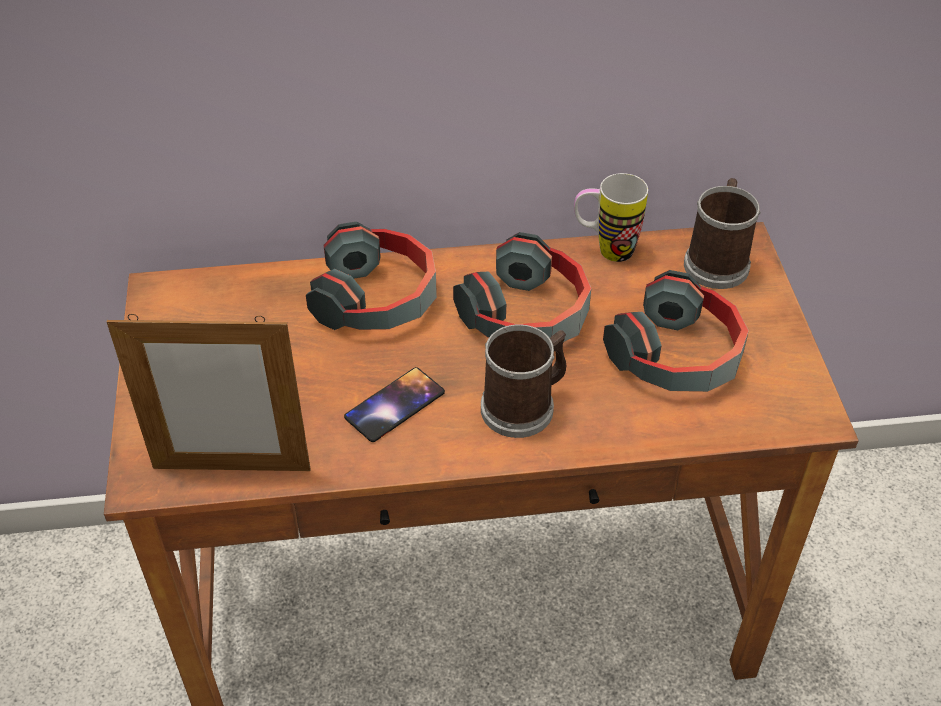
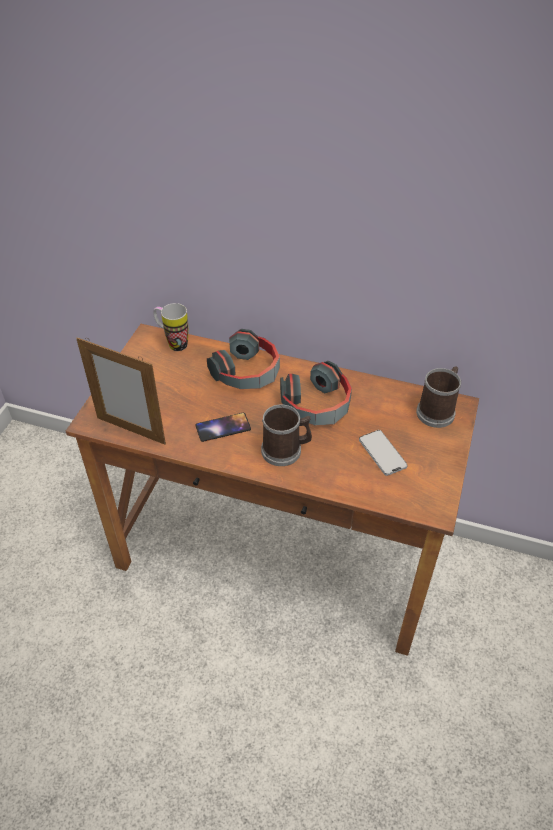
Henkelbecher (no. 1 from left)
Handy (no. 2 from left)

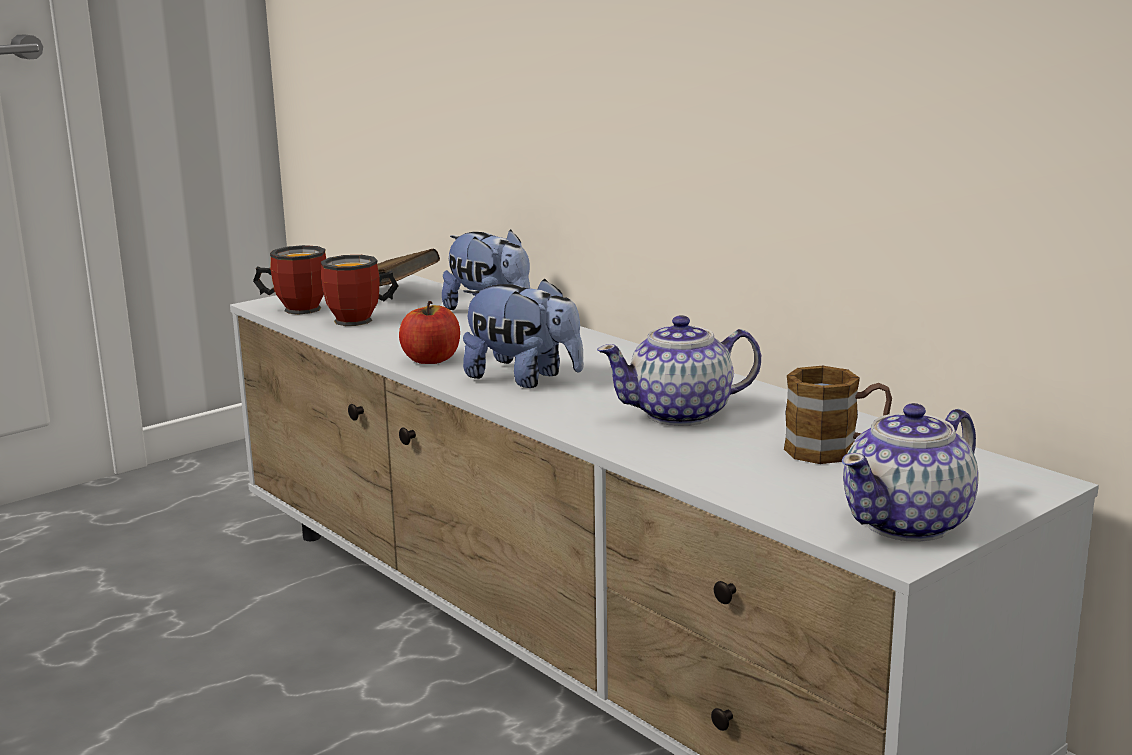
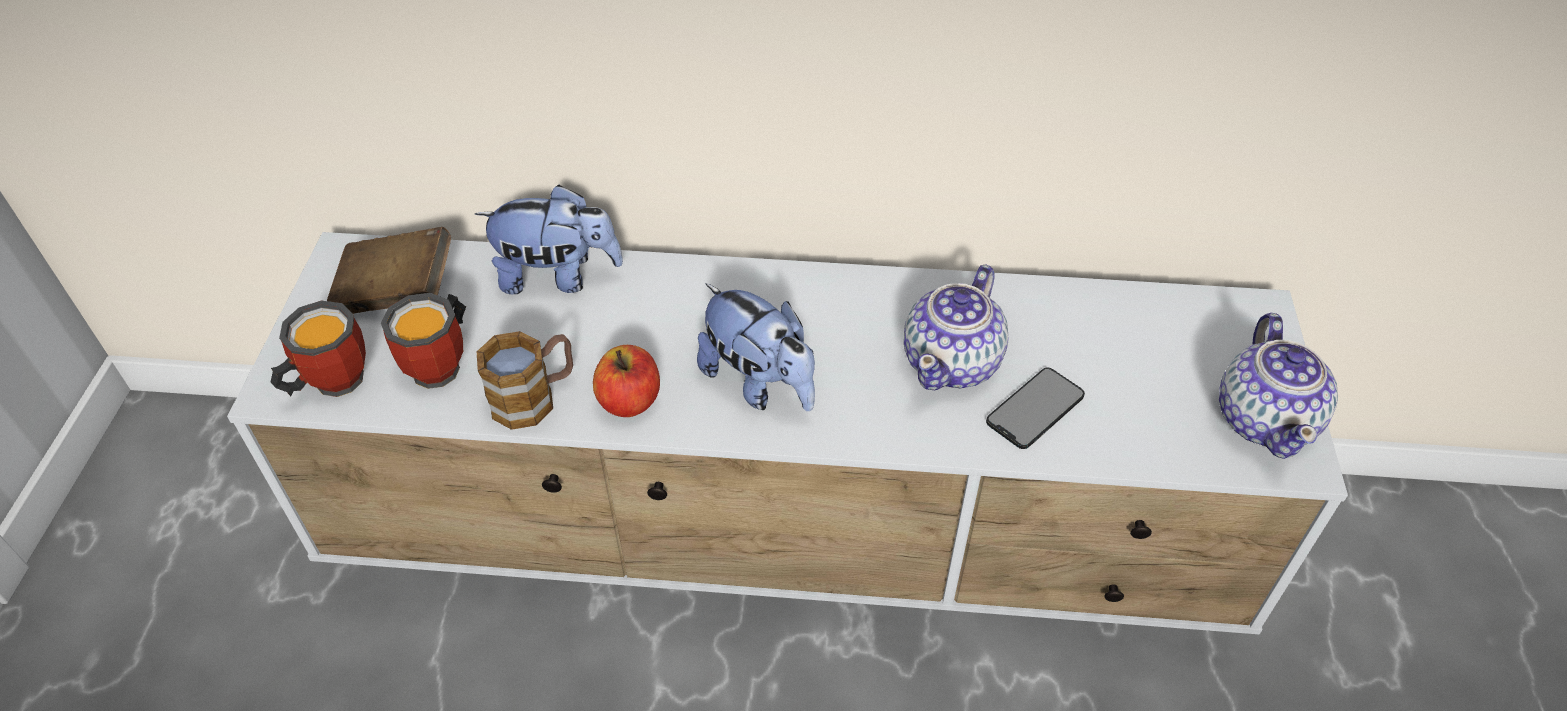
Handy
Henkelbecher (no. 3 from left)
Plüschtier (no. 2 from left)

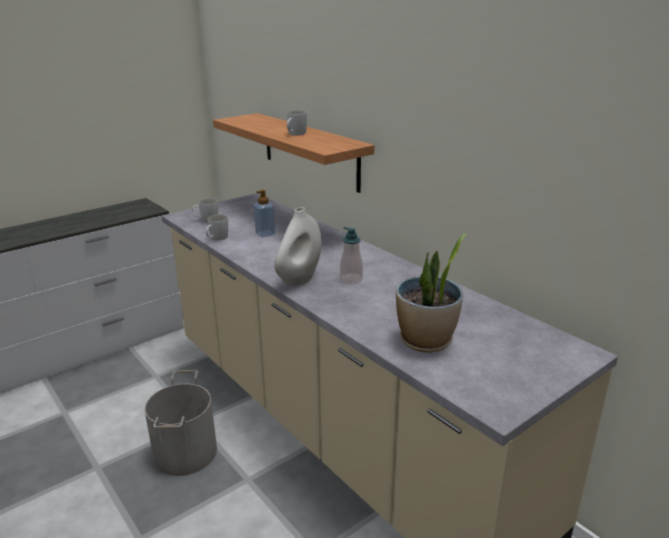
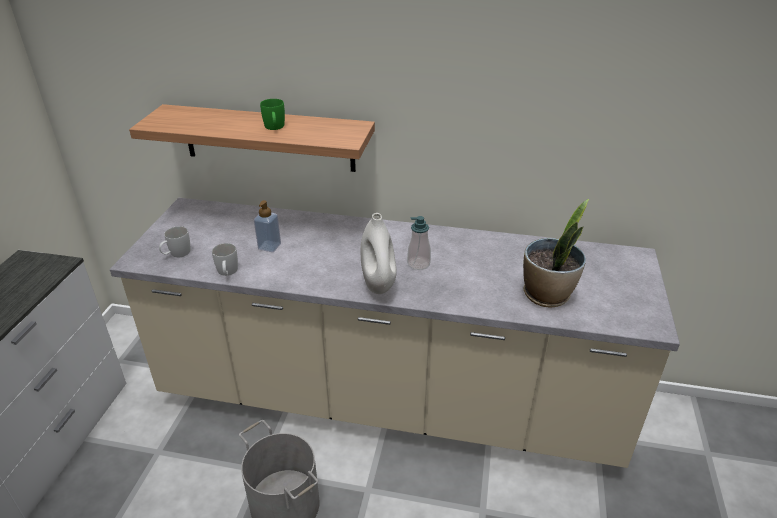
Henkelbecher (grün)

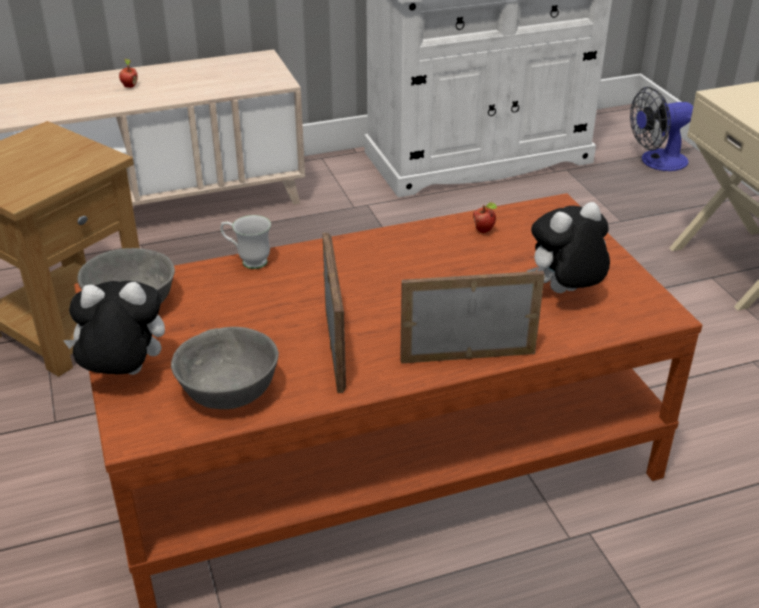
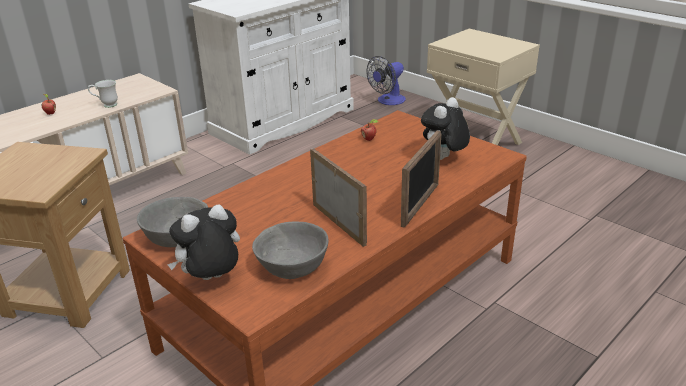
Henkelbecher (weiß)
Bilderrahmen (no. 2 from left)

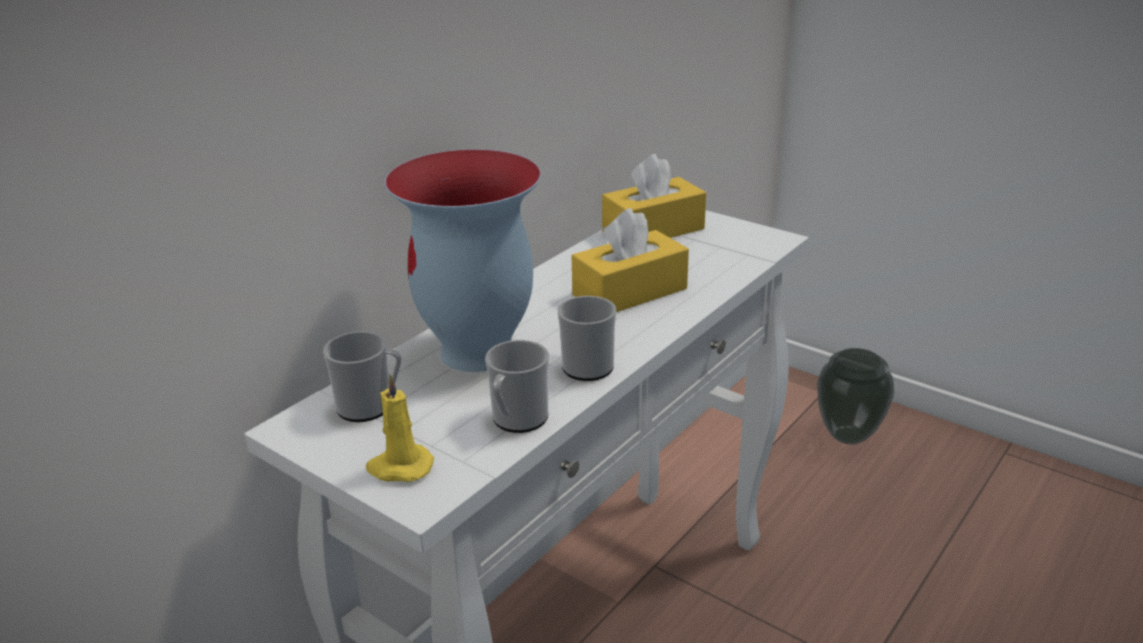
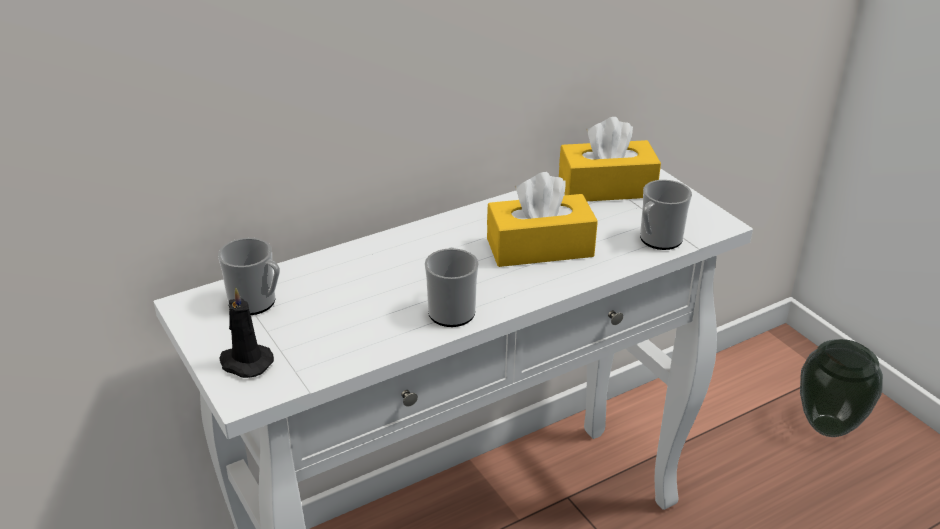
Vase (no. 1 from left in the first image)
Henkelbecher (no. 3 from left)
Kerze (schwarz)

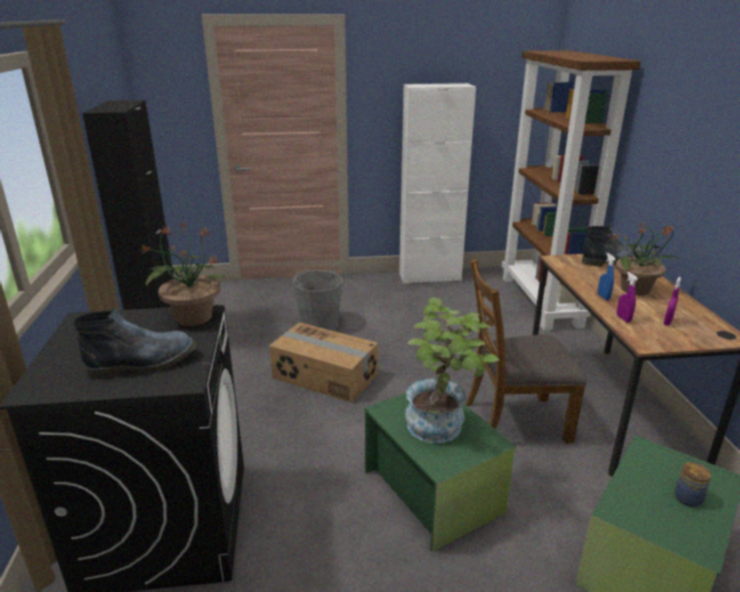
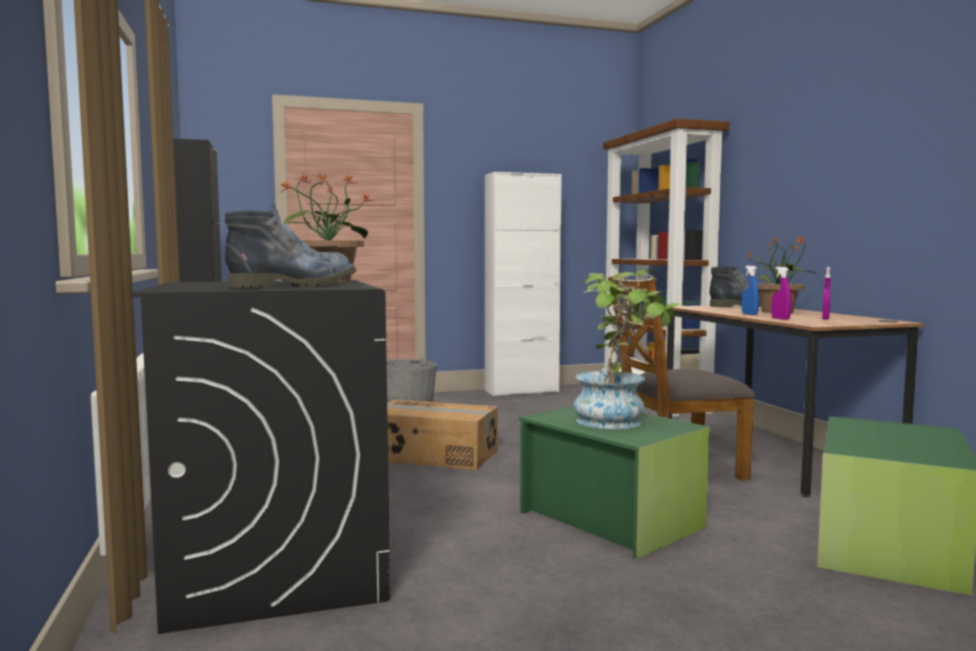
Vorratsglas

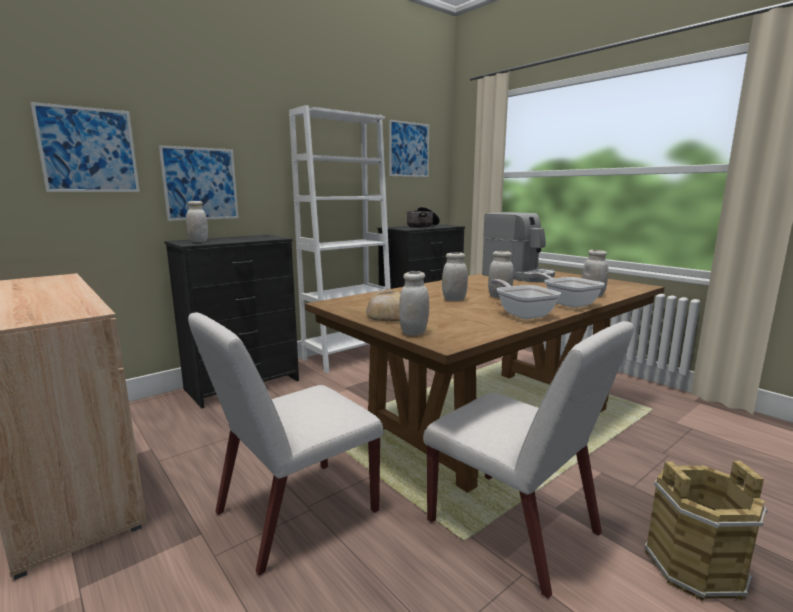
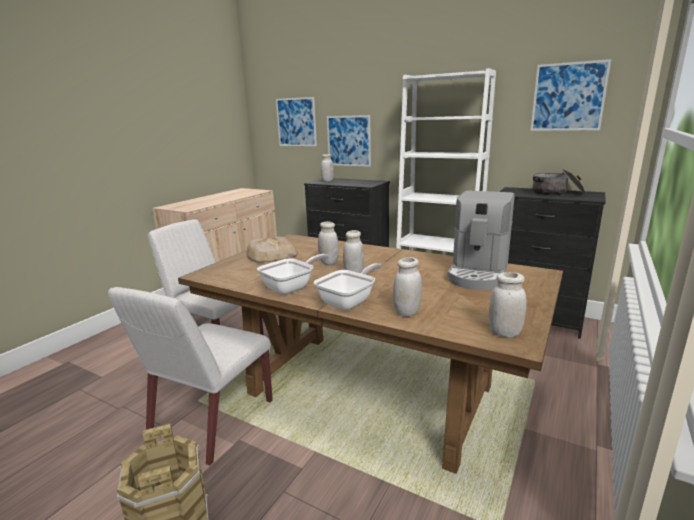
Vorratsglas (weiß) (no. 5 from left)

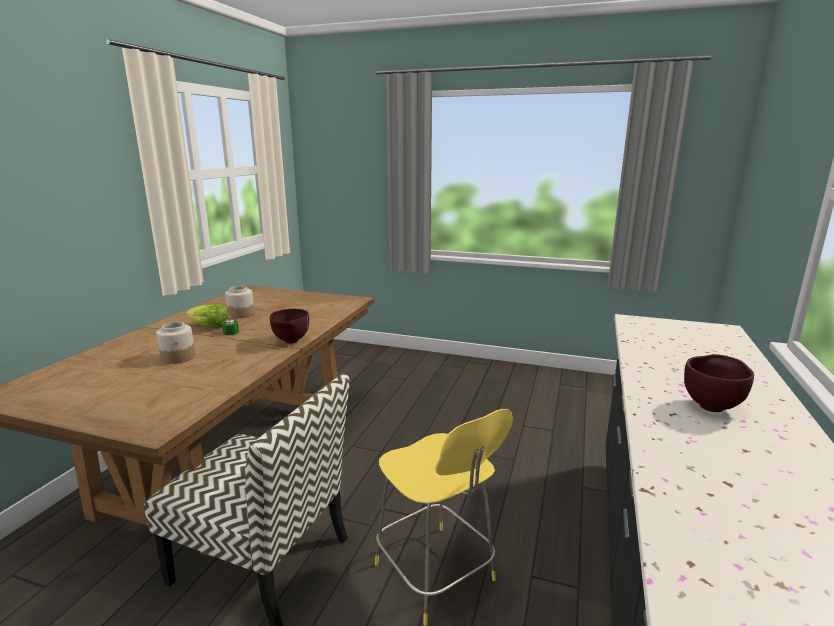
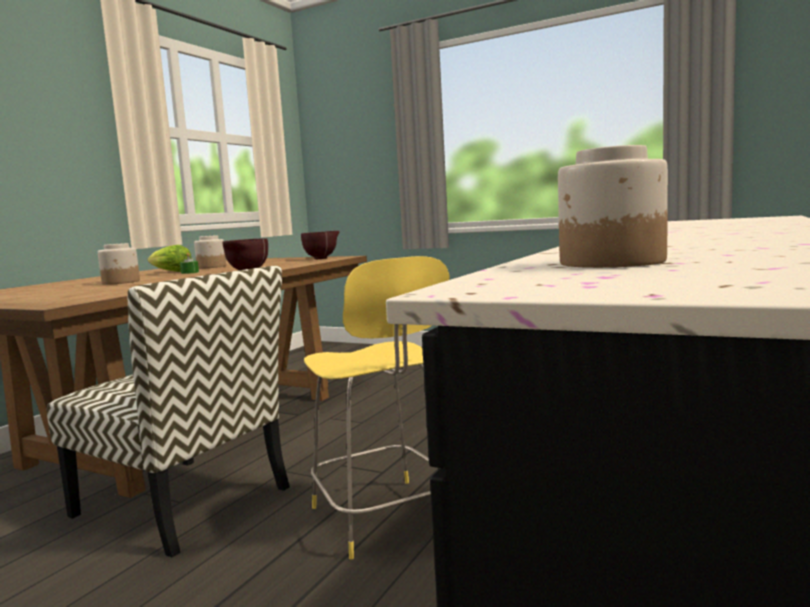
Vorratsglas (no. 3 from left)
Schüssel (braun) (no. 2 from left)

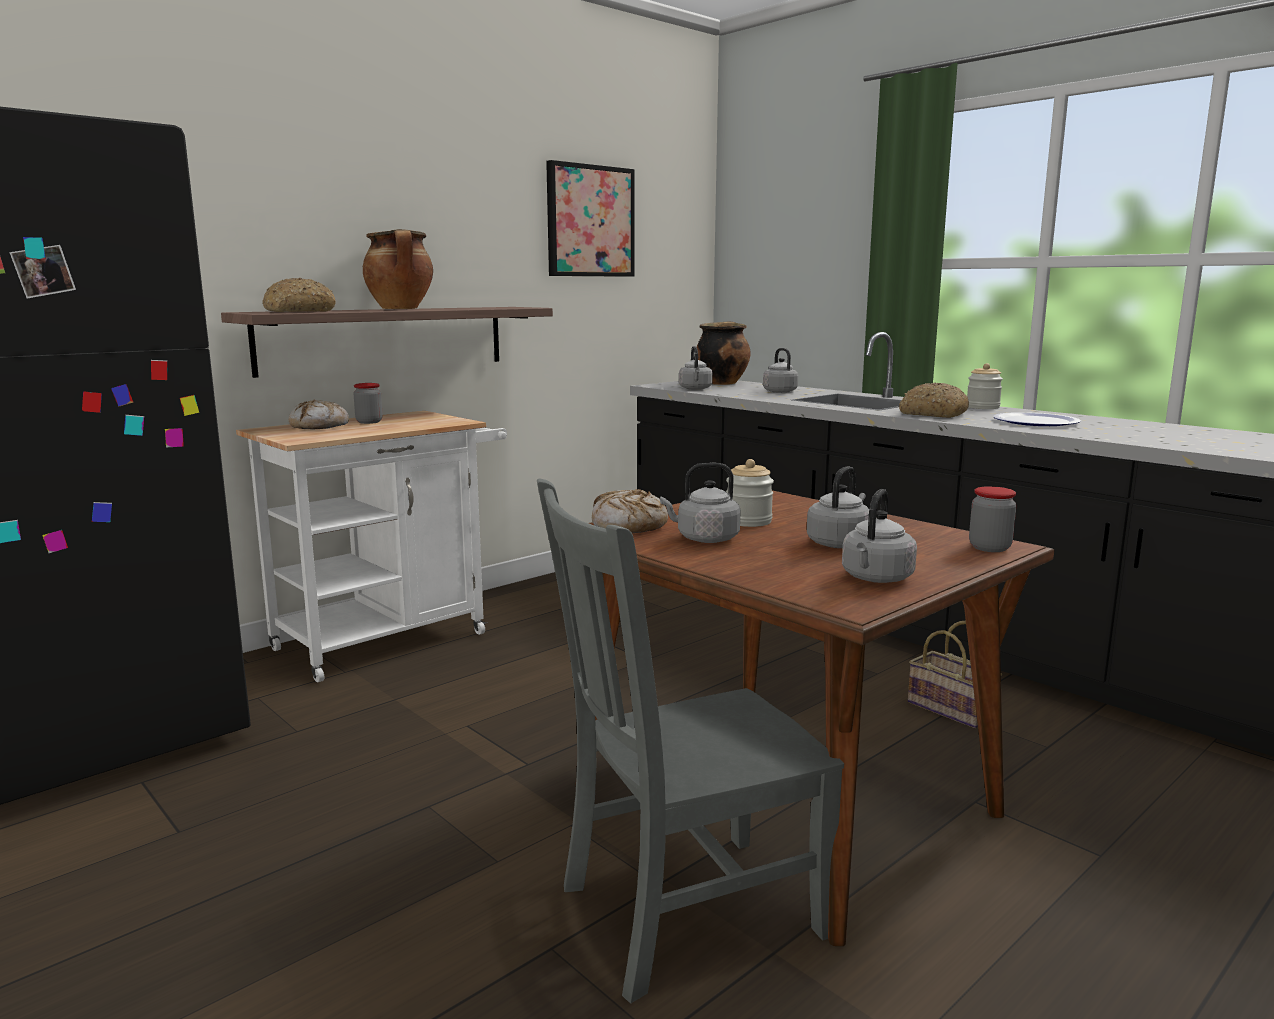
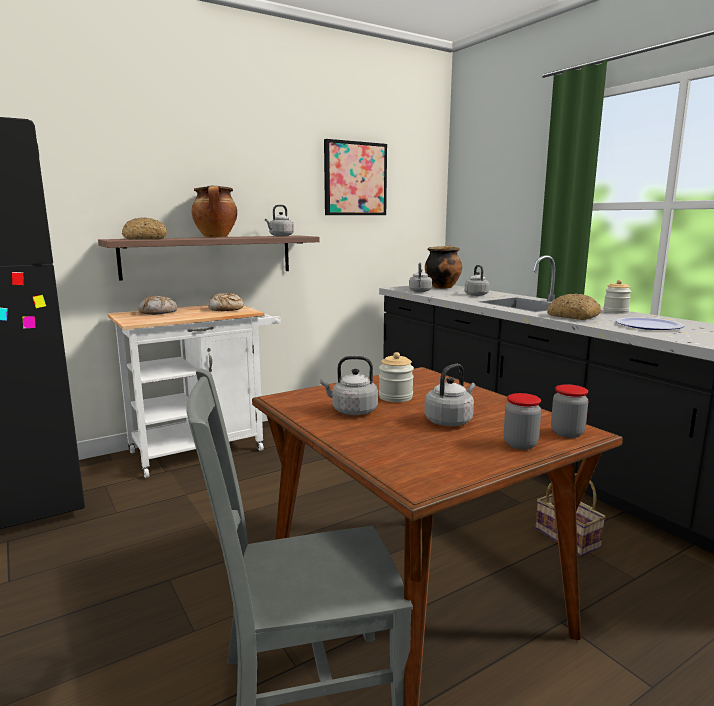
Vorratsglas (no. 2 from left)
Brot (no. 3 from left)
Wasserkessel (grau) (no. 1 from left)

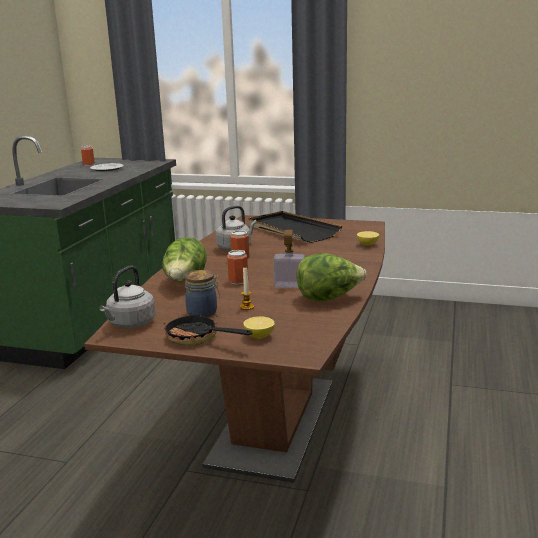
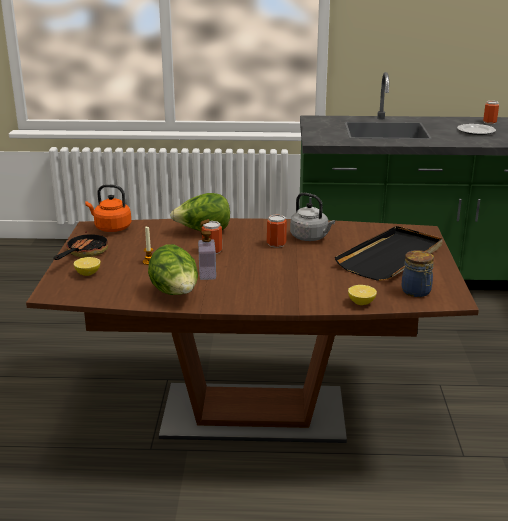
Vorratsglas
Wasserkessel (orange)

